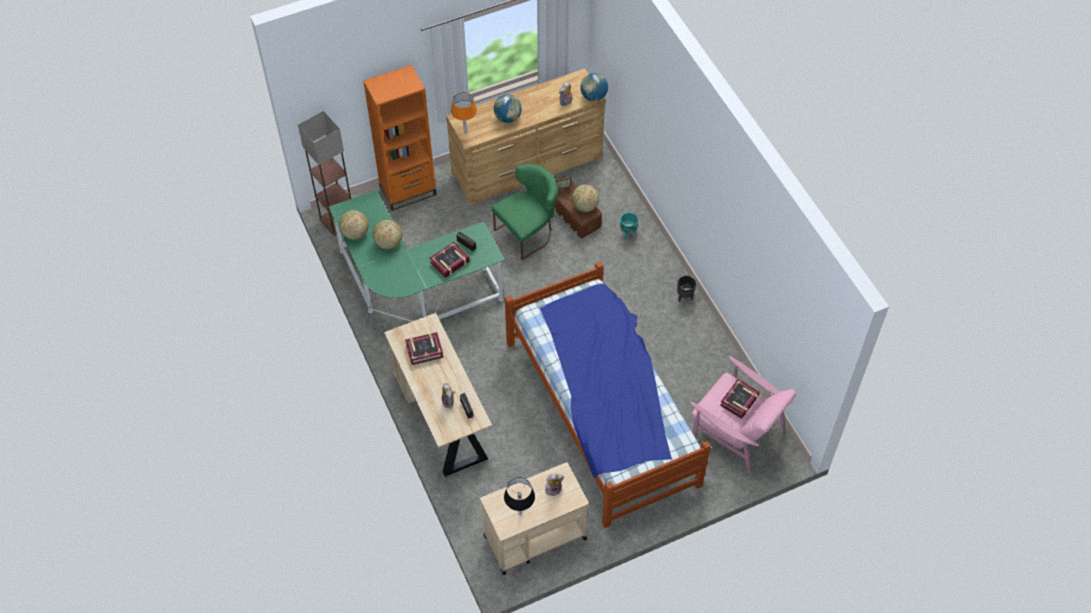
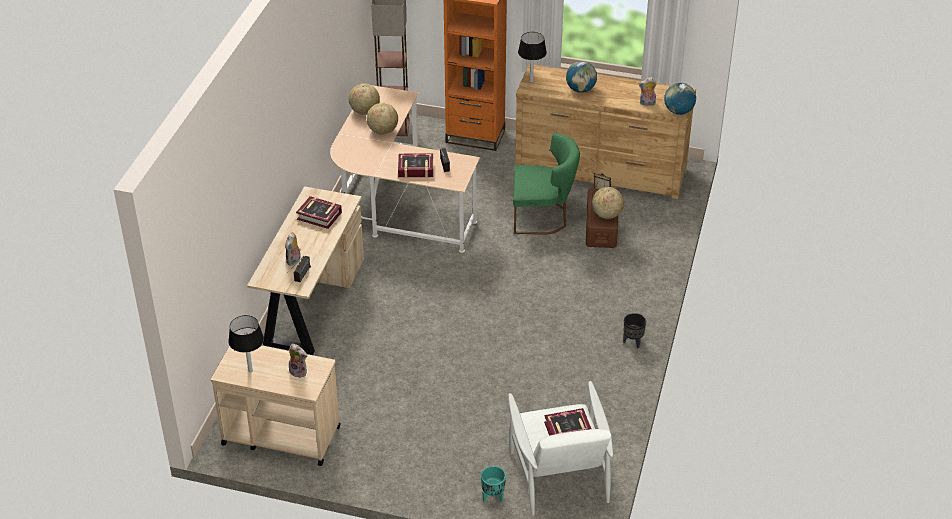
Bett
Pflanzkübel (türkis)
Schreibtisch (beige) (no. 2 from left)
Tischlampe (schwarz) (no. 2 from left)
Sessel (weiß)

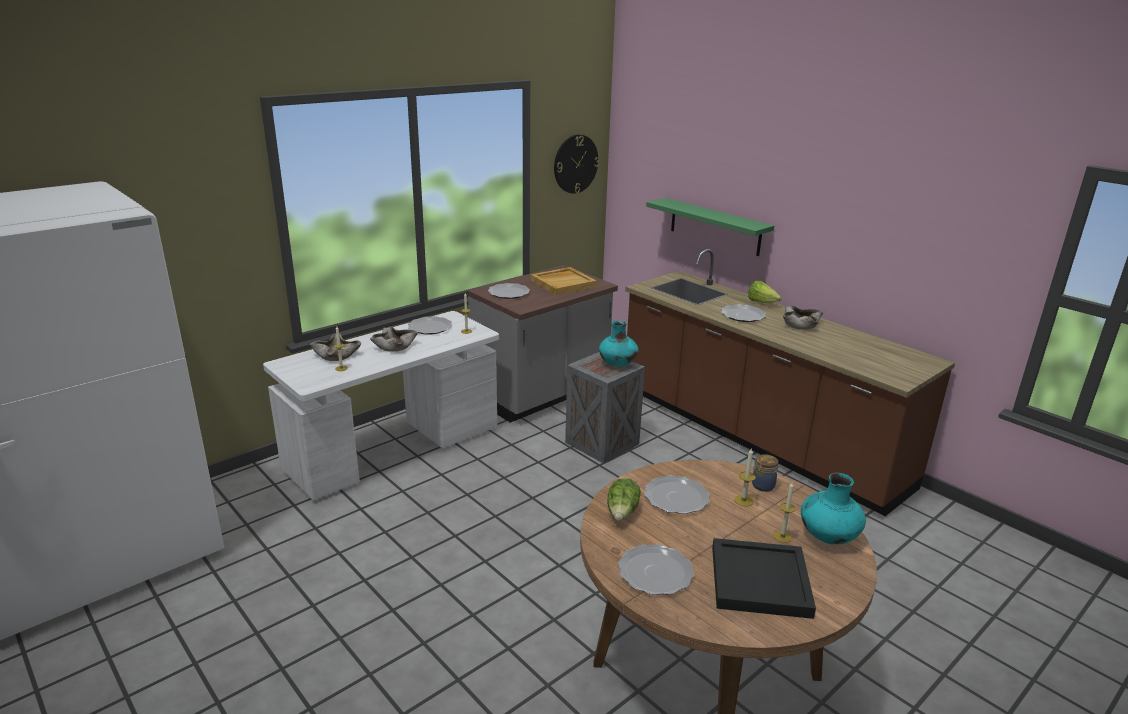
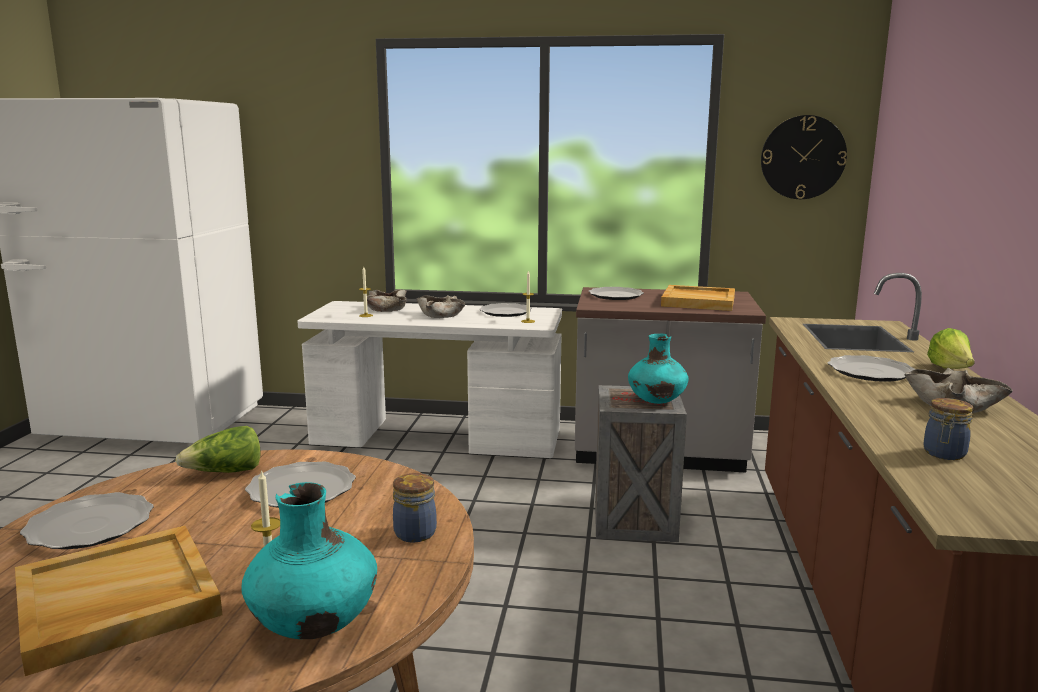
Wandregal (grün)
Kerze (no. 3 from left in the first image)
Vorratsglas (no. 2 from left)
Tablett (beige) (no. 1 from left)

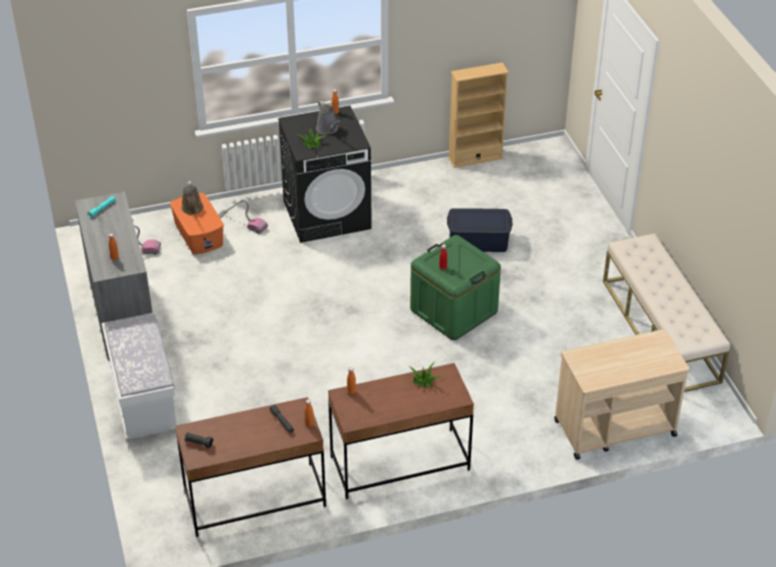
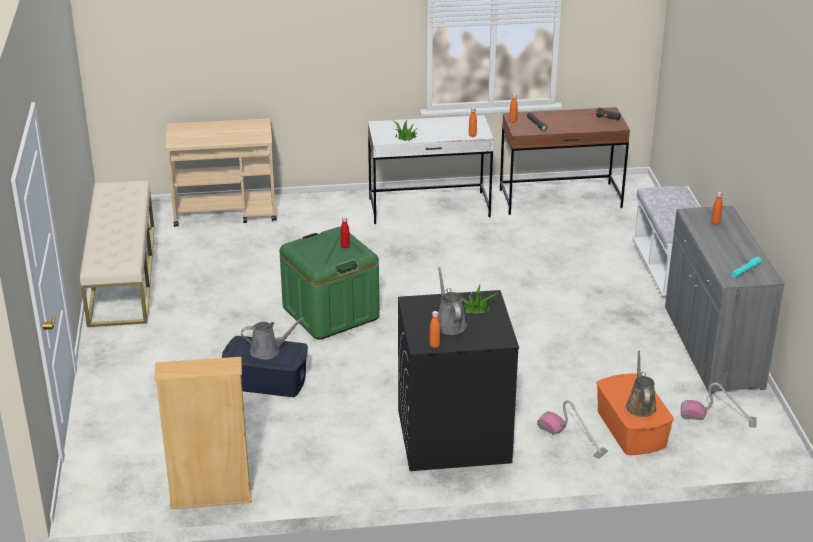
Gießkanne (grau) (no. 1 from left)
Schreibtisch (weiß)

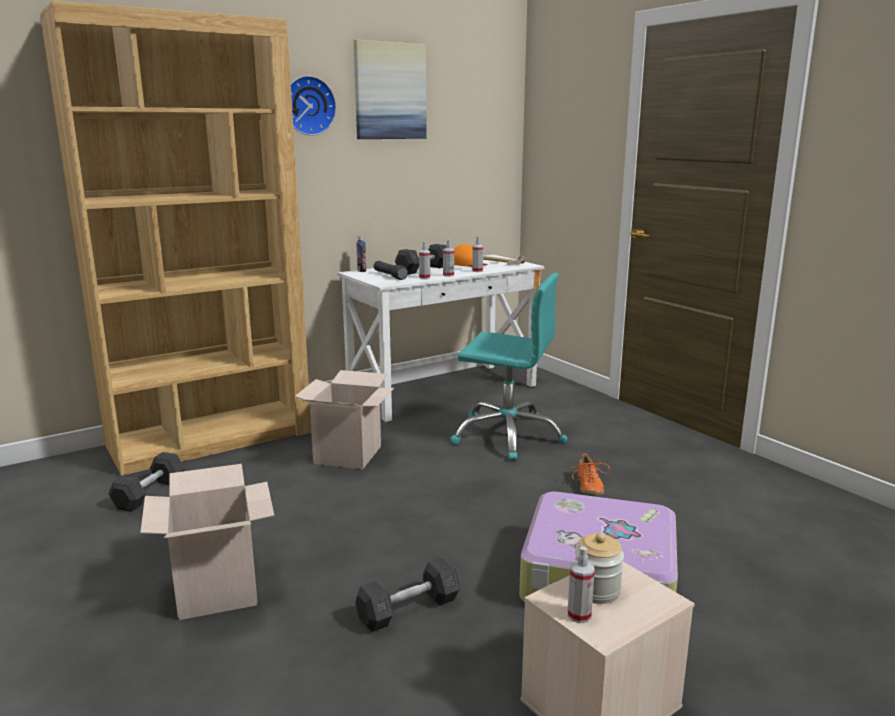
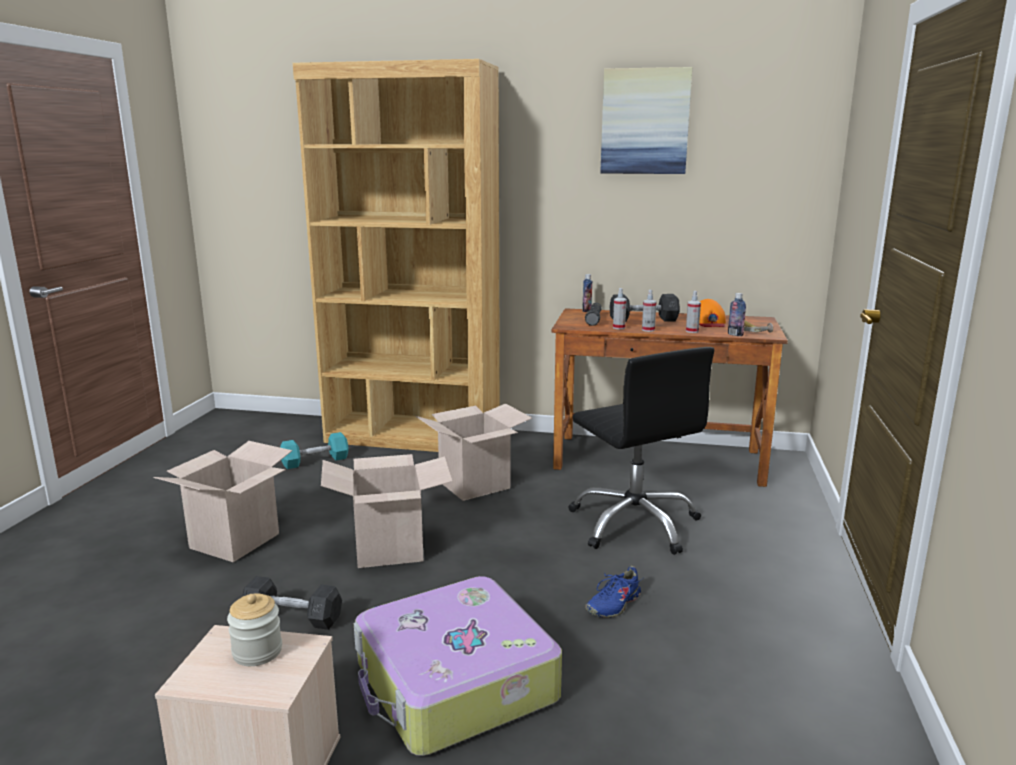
Wanduhr
Sprühflasche (no. 4 from left in the first image)
Karton (no. 2 from left)
Flasche (no. 2 from left)
Hantel (türkis)
Schreibtisch (braun)
Bürostuhl (schwarz)
Schuh (blau)

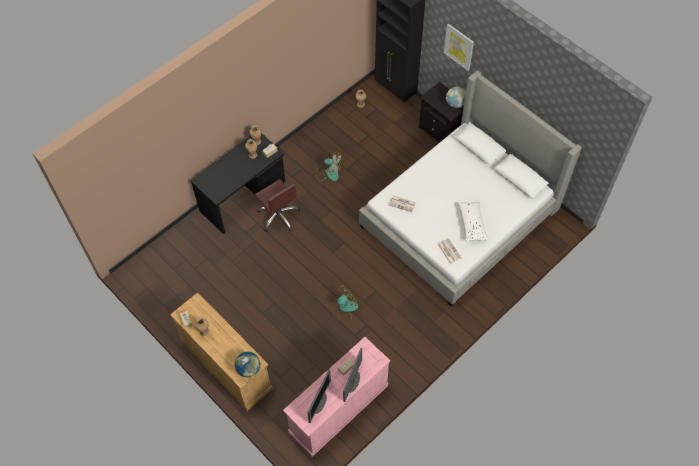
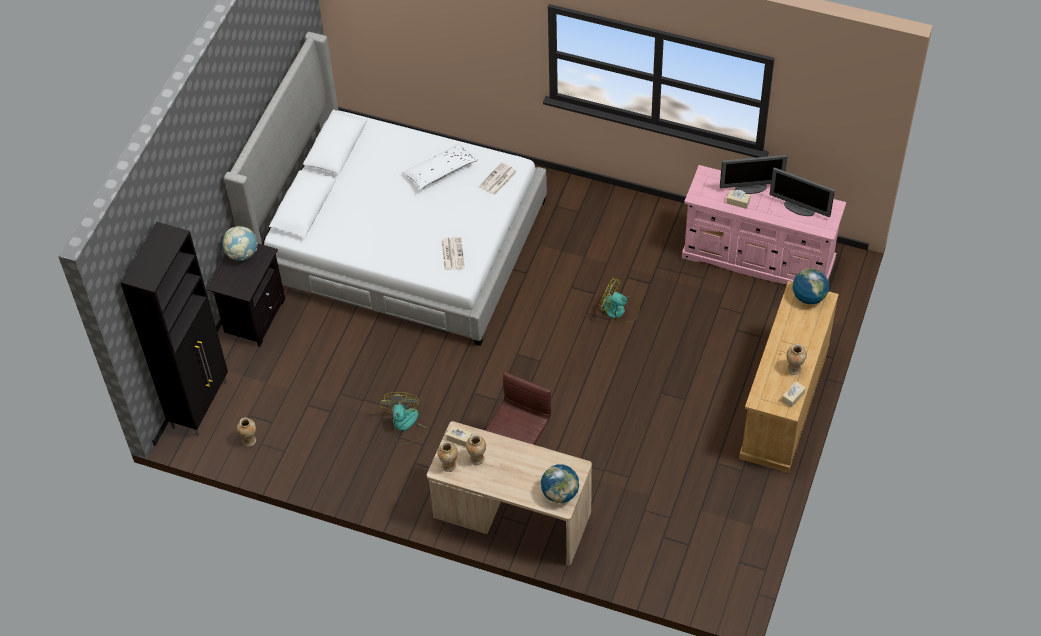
Bild
Globus (no. 2 from left)
Schreibtisch (beige)
Monitor (no. 2 from left)

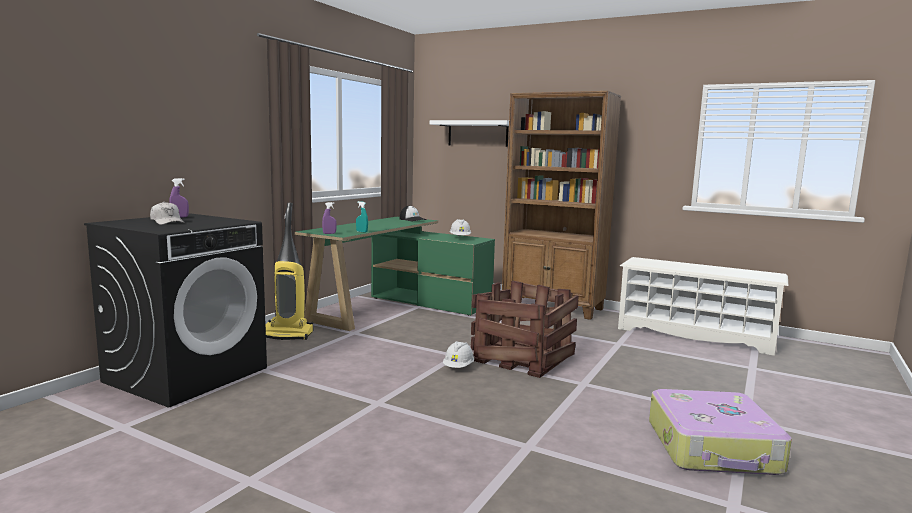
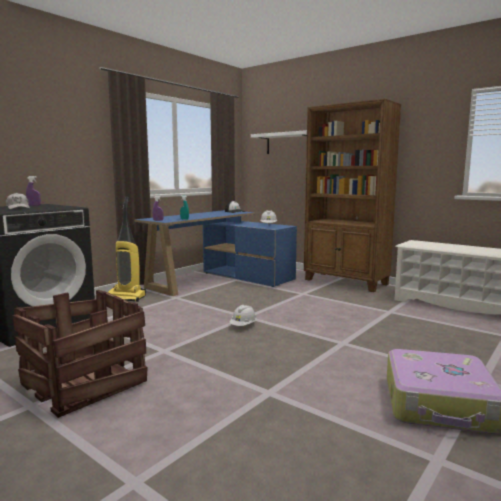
Kiste
Schreibtisch (blau)

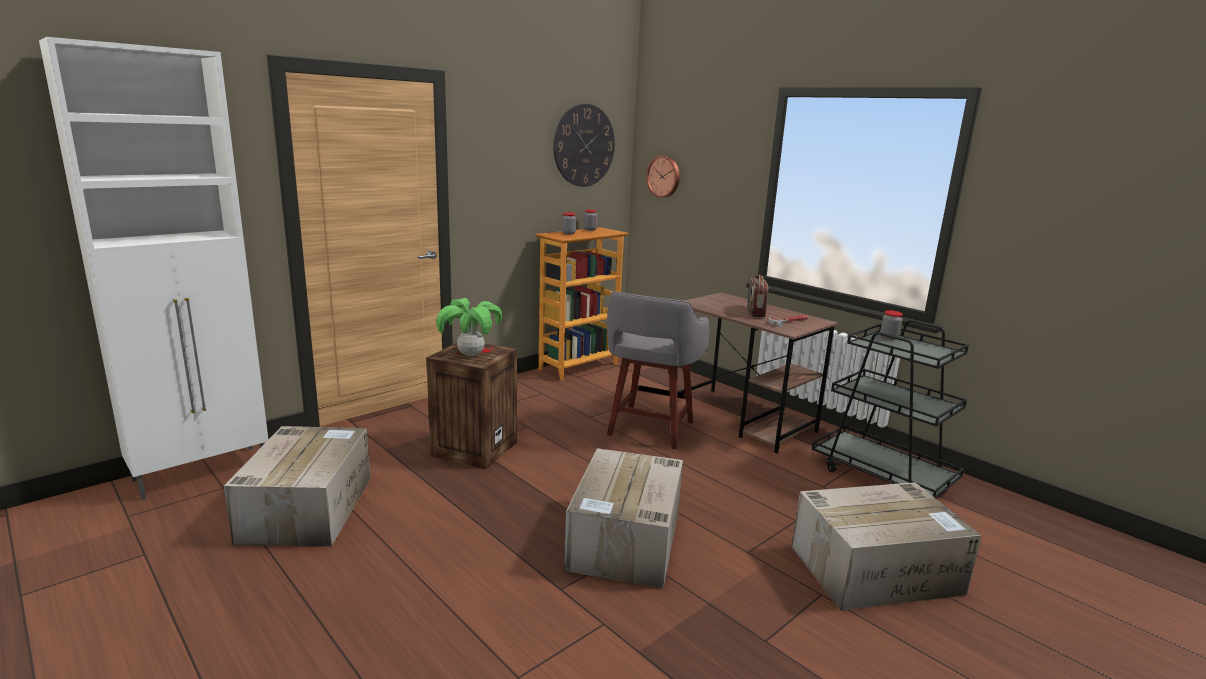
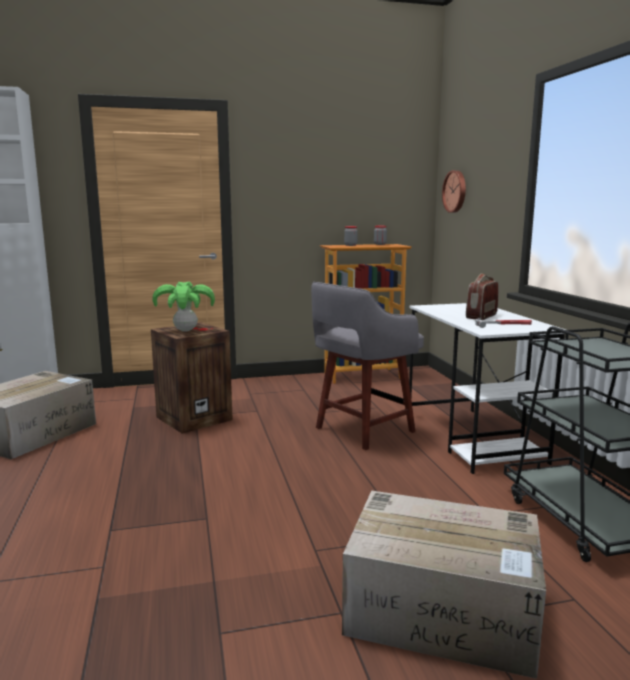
Wanduhr (no. 1 from left in the first image)
Karton (no. 2 from left in the first image)
Vorratsglas (no. 3 from left in the first image)
Schreibtisch (weiß)

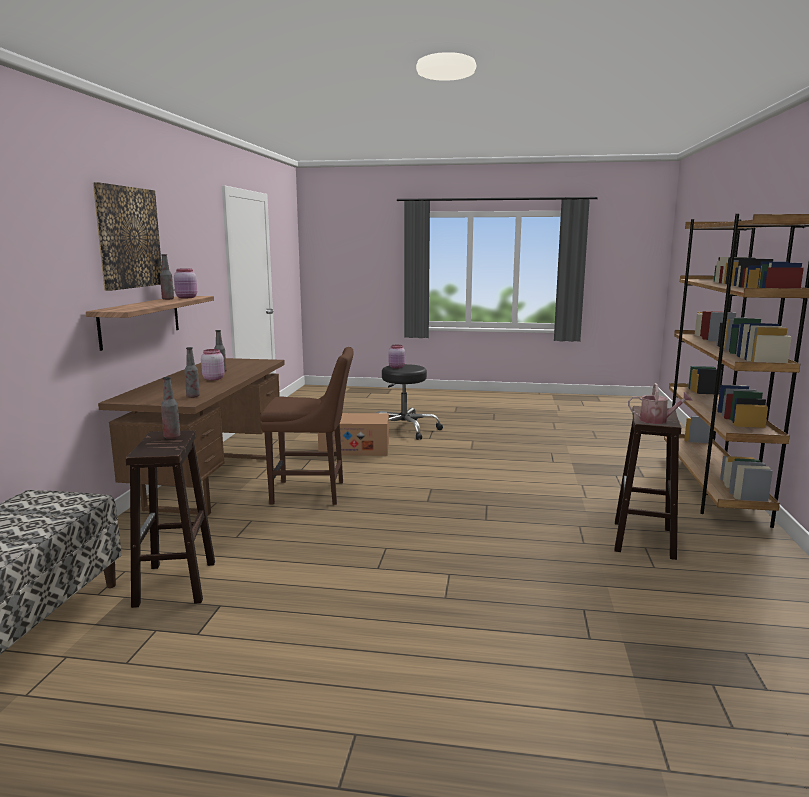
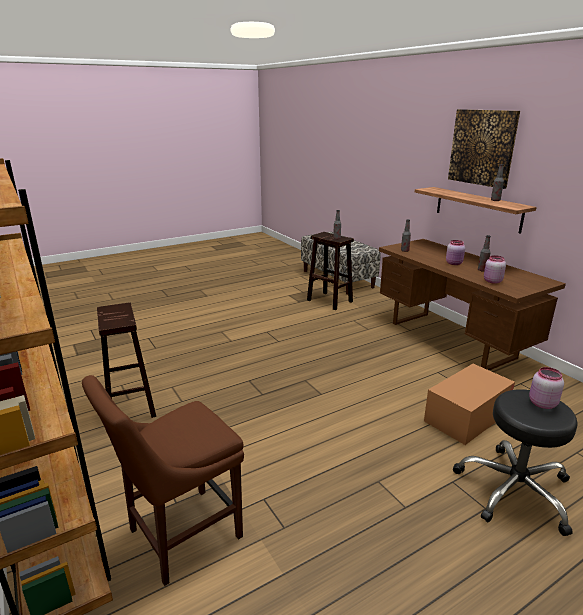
Gießkanne
Vorratsglas (rosa) (no. 2 from left)
Stuhl (braun)

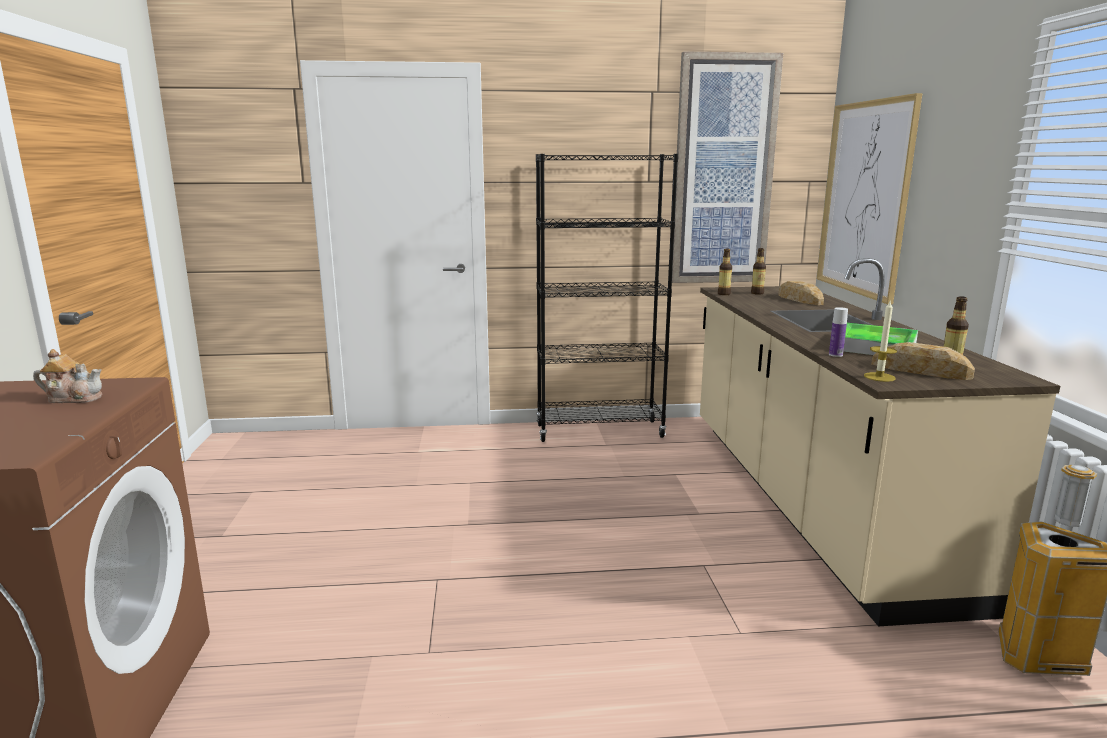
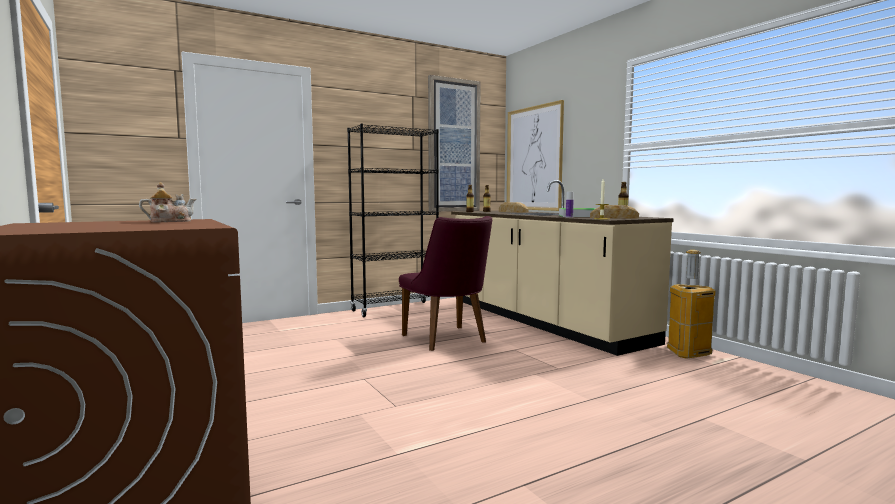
Stuhl (lila)

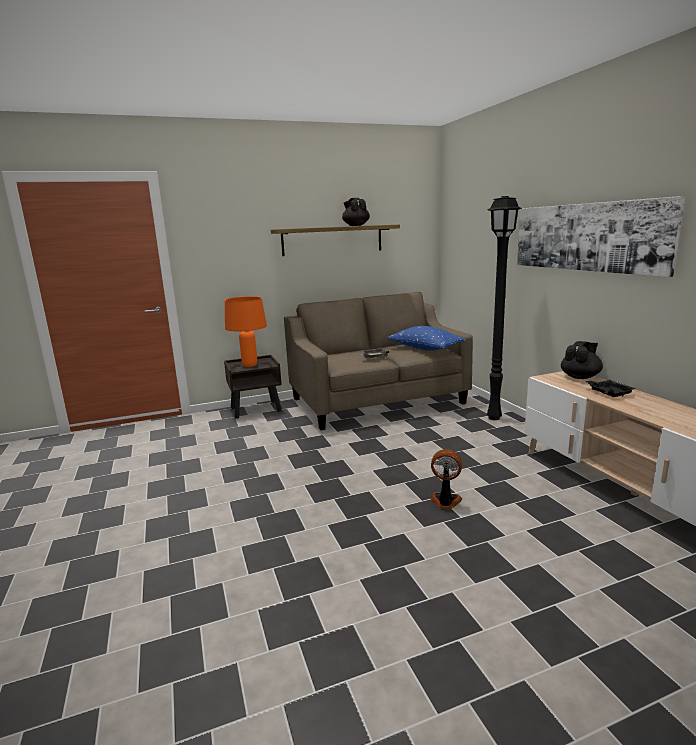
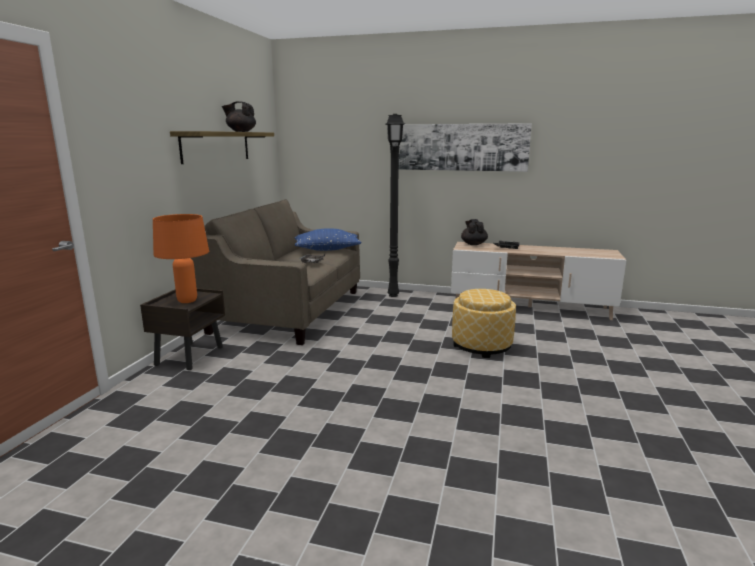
Polsterhocker

